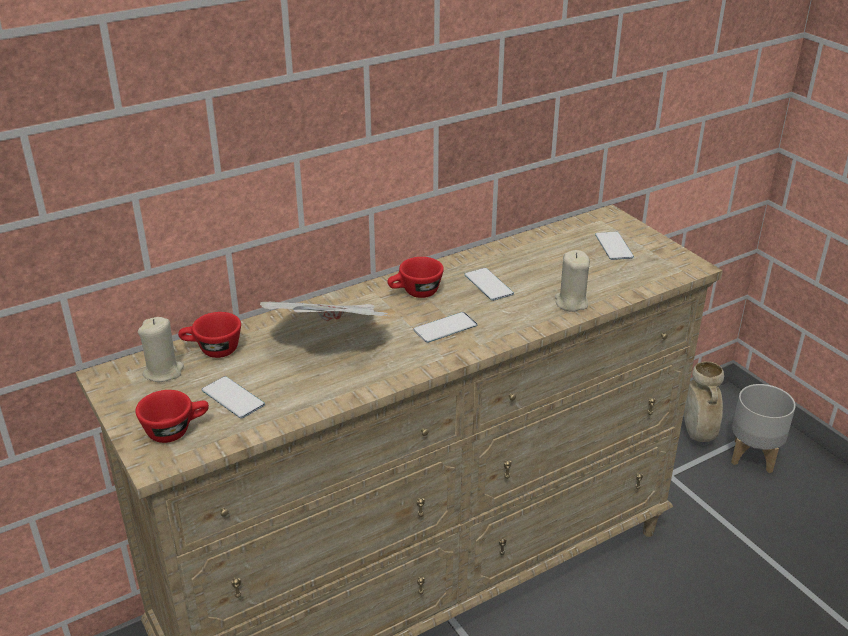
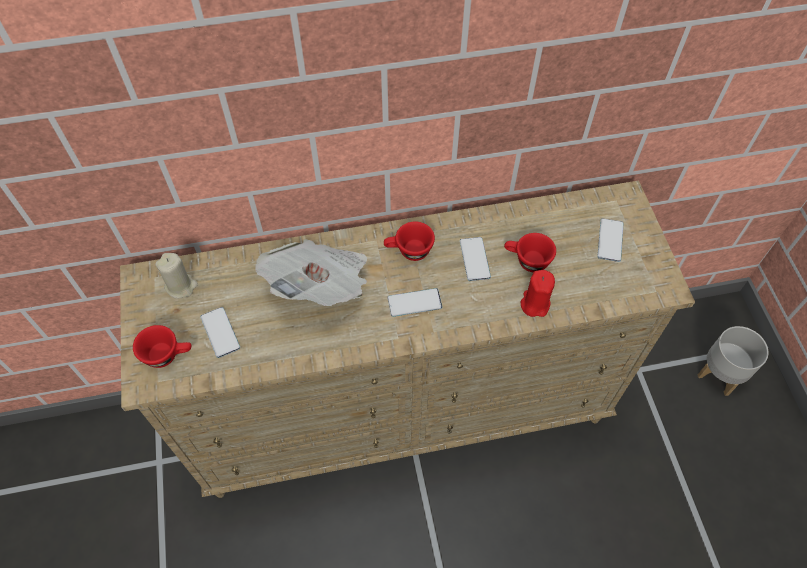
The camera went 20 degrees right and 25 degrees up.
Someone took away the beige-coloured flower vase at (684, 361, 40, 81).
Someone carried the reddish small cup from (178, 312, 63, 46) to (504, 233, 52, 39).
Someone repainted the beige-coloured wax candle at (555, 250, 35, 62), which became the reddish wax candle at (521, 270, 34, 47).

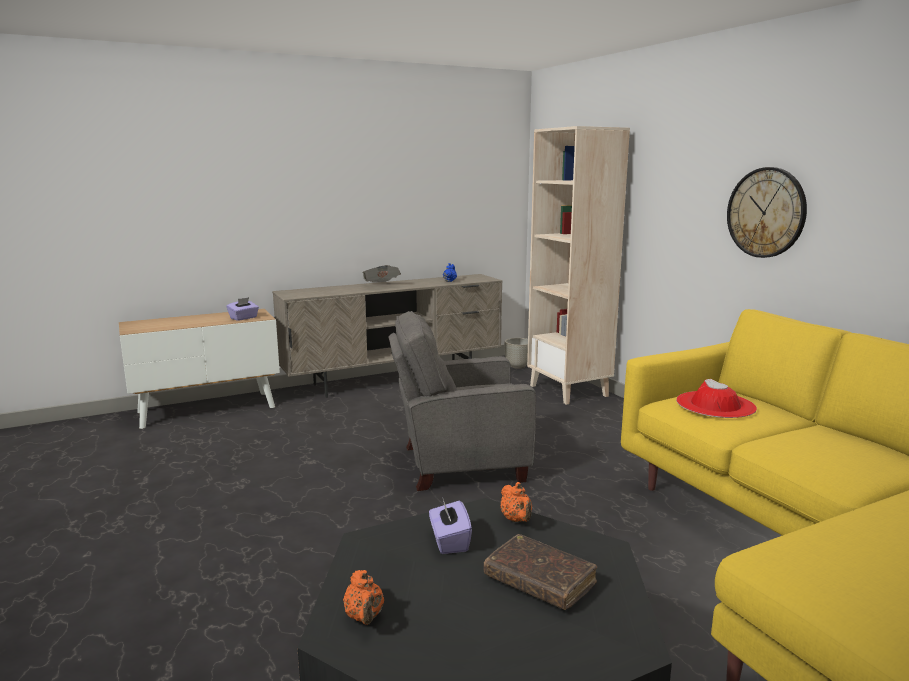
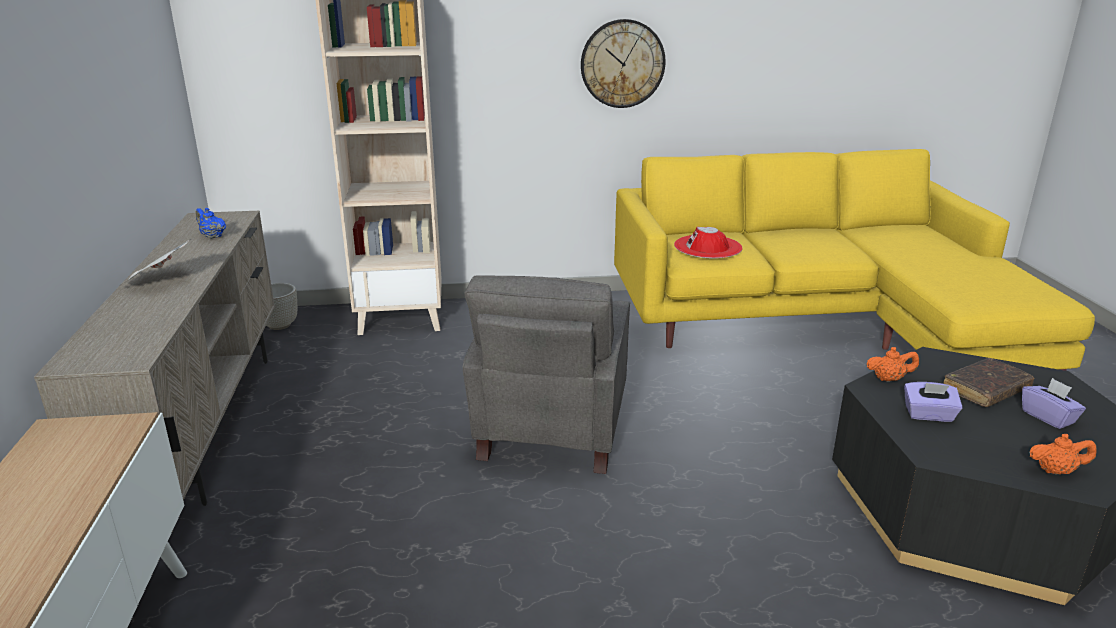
The camera went 70 degrees left and 10 degrees up.
Someone carried the purple-coloured tissue holder from (227, 297, 32, 24) to (1022, 378, 64, 51).

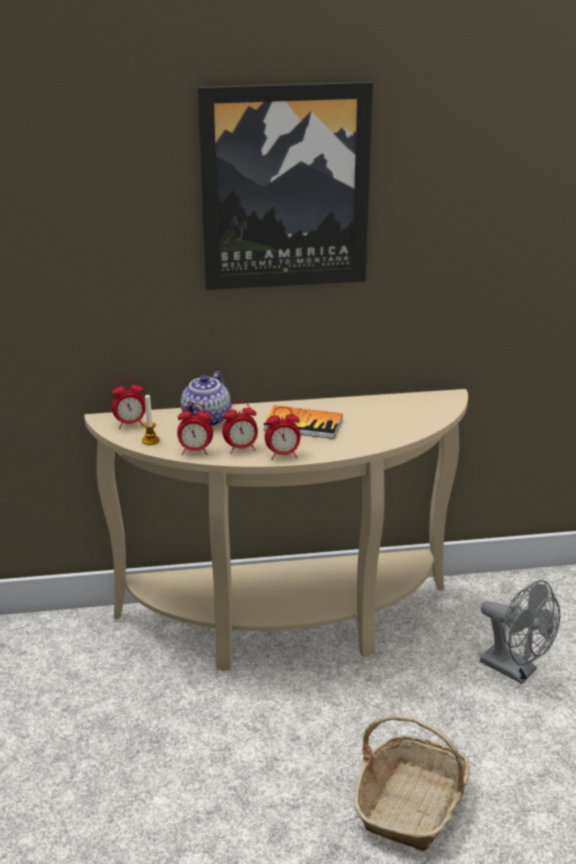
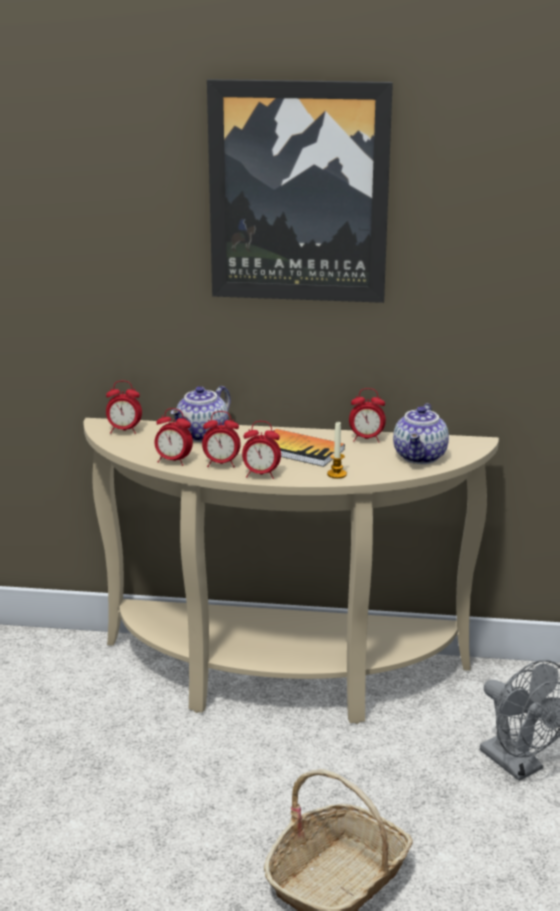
The camera went 15 degrees right and 5 degrees down.
Someone put down the alarm clock at (349, 388, 37, 55).
Someone put down the teapot at (393, 403, 56, 61).
Someone carried the wax candle from (142, 395, 18, 50) to (327, 422, 20, 57).

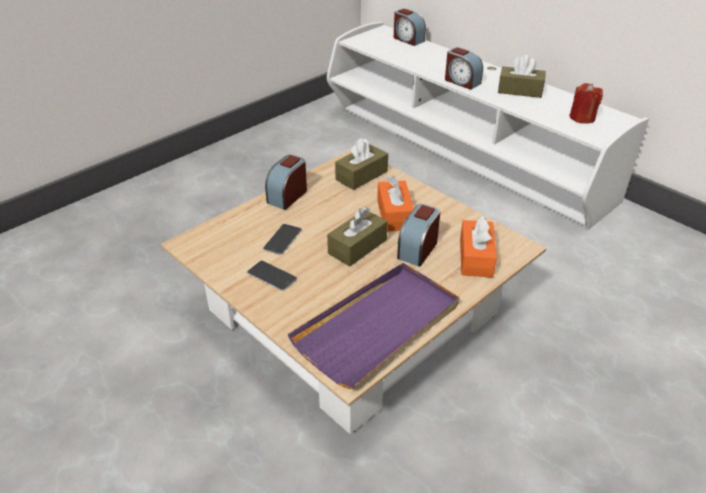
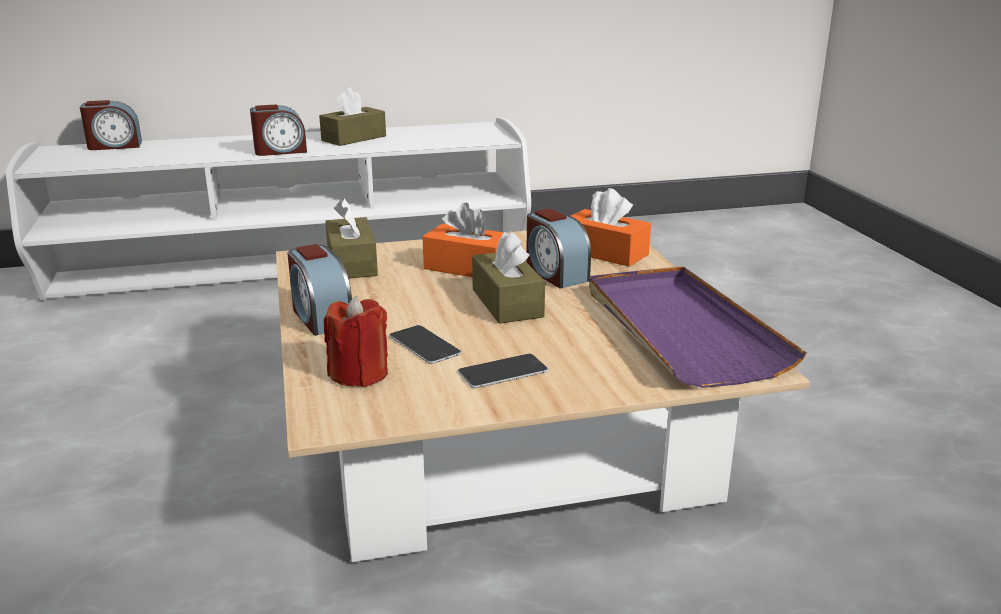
The camera went 60 degrees left and 15 degrees down.
Someone carried the reddish wax candle from (570, 83, 33, 41) to (324, 295, 64, 92).

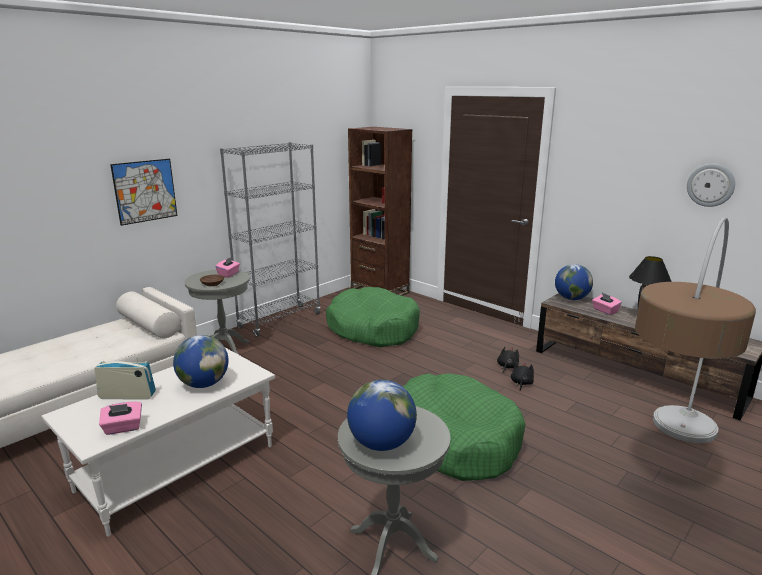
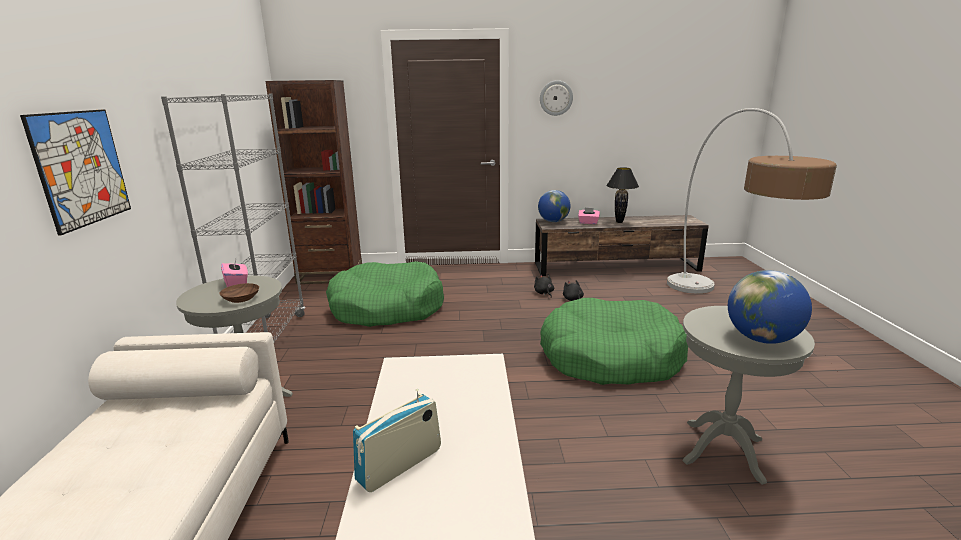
The camera went 45 degrees left and 0 degrees up.
Someone took away the pinkish tissue holder at (99, 402, 43, 33).
Someone took away the globe at (173, 335, 55, 53).
Someone carried the clock on the wall from (687, 164, 48, 43) to (540, 80, 33, 36).

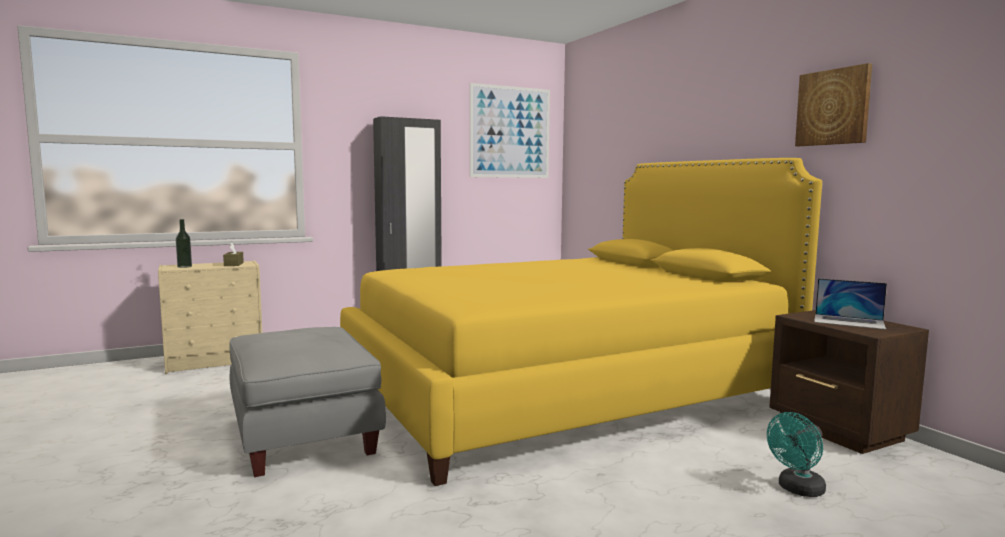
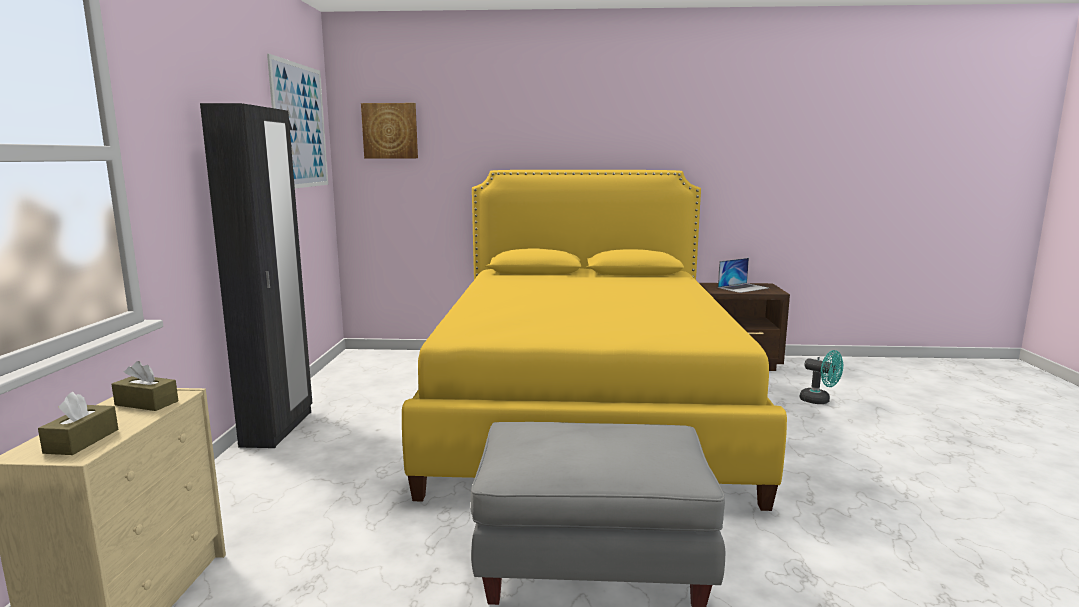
The camera went 60 degrees left and 5 degrees up.
Someone carried the wall art from (795, 63, 77, 83) to (361, 103, 57, 55).
Someone swapped the beverage bottle at (176, 219, 16, 49) for the brown tissue holder at (38, 392, 80, 63).
Someone rotated the turquoise cooling fan at (767, 412, 59, 85) by 45 degrees counterclockwise.

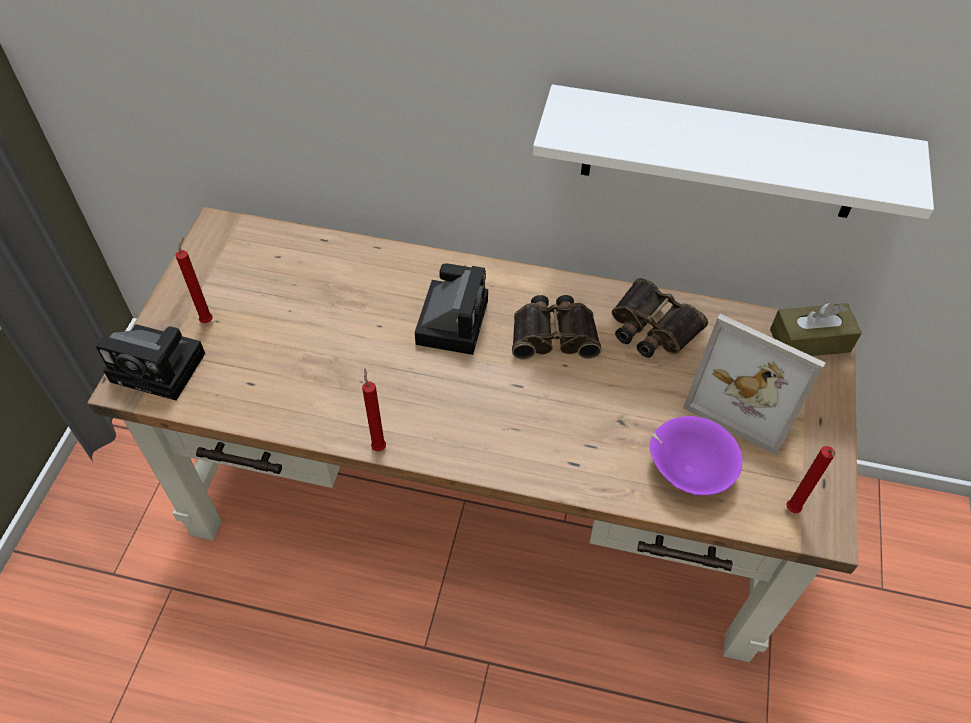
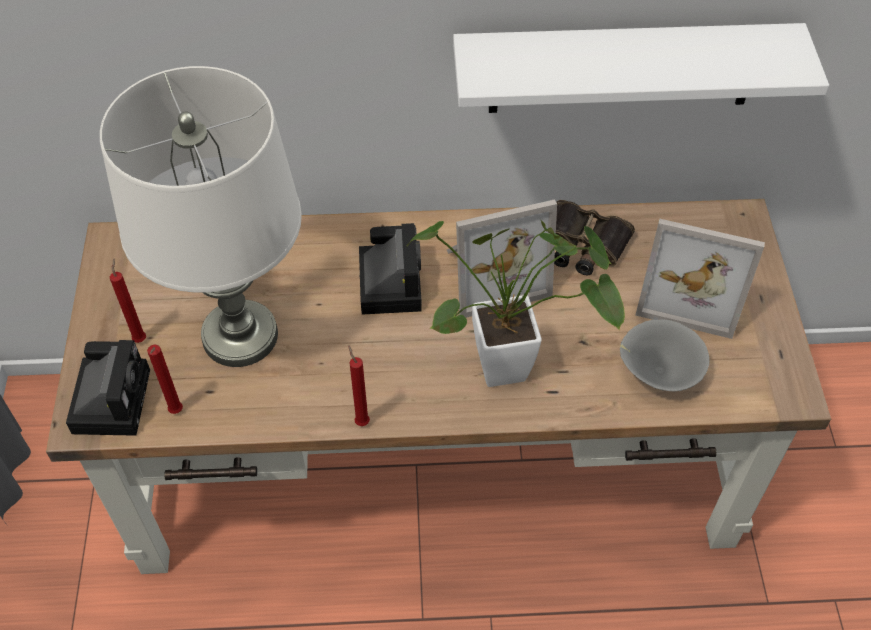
The camera went 15 degrees left and 0 degrees up.
Someone took away the brown tissue holder at (770, 303, 92, 53).
Someone put down the white lamp for a table at (100, 66, 202, 301).
Someone put down the potted plant at (407, 220, 218, 167).
Someone carried the reddish wax candle from (786, 446, 49, 67) to (147, 345, 36, 69).
Someone swapped the binoculars at (512, 295, 89, 64) for the picture frame at (447, 199, 110, 119).
Someone repainted the purple-coloured bowl at (650, 416, 92, 80), which became the greyish bowl at (620, 319, 89, 73).
Someone rotated the photo camera at (96, 324, 109, 76) by 90 degrees counterclockwise.

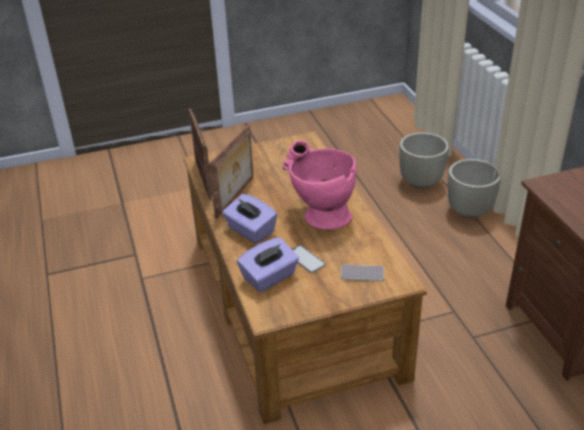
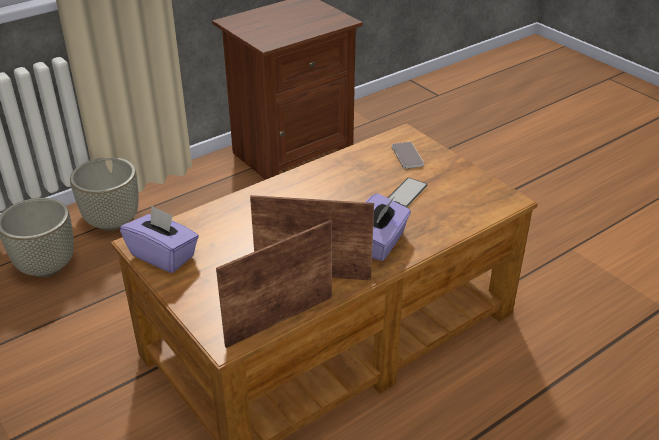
The camera went 110 degrees left and 0 degrees up.
Someone took away the pinkish flower vase at (283, 140, 74, 90).
Someone carried the purple-coloured tissue holder from (237, 237, 62, 55) to (120, 206, 79, 67).

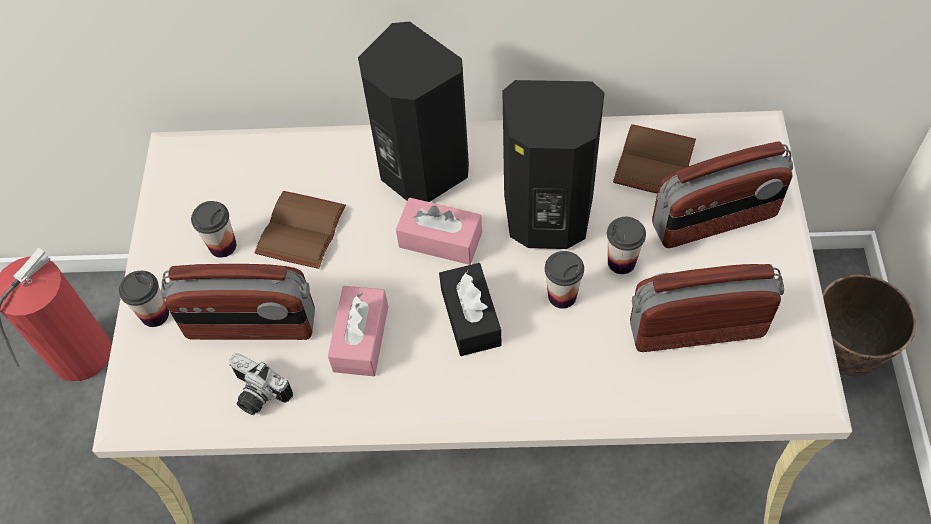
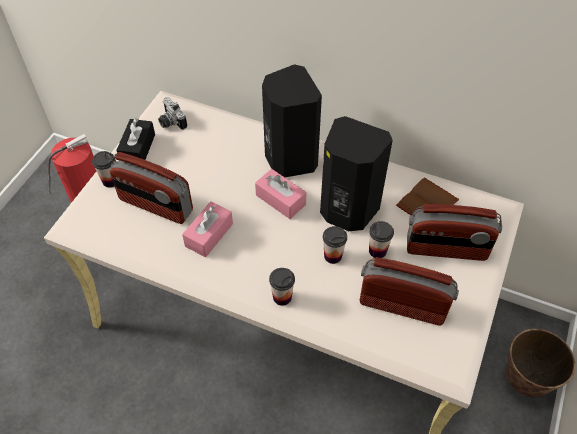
The camera went 20 degrees right and 5 degrees down.
Someone took away the brown volume at (254, 191, 92, 78).
Someone carried the small cup from (191, 201, 45, 57) to (269, 268, 26, 38).
Someone carried the photo camera from (229, 353, 64, 62) to (158, 97, 29, 33).
Someone carried the black-coloured tissue holder from (439, 263, 63, 93) to (116, 118, 39, 42).

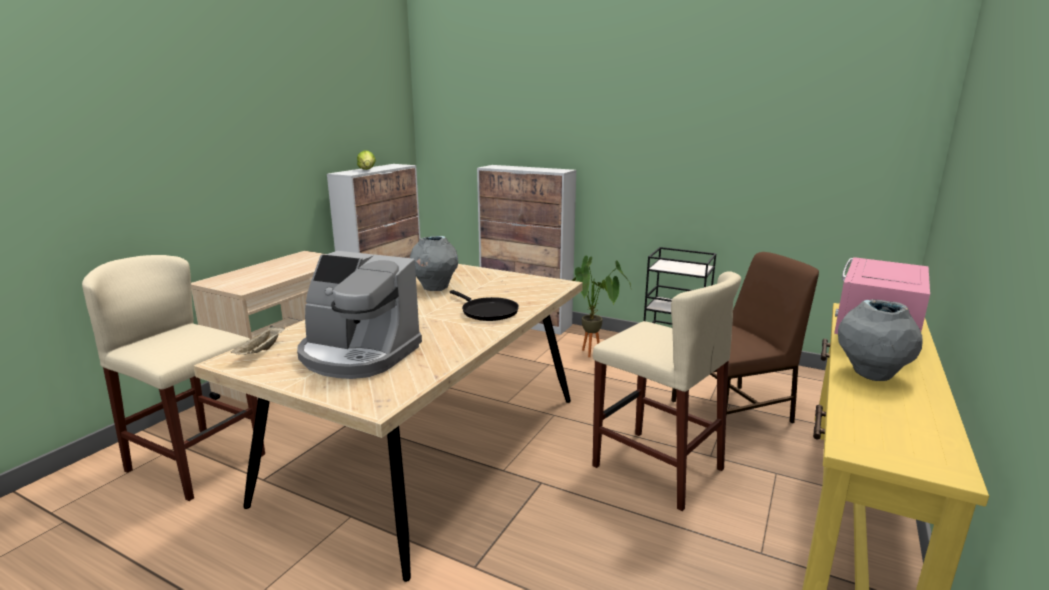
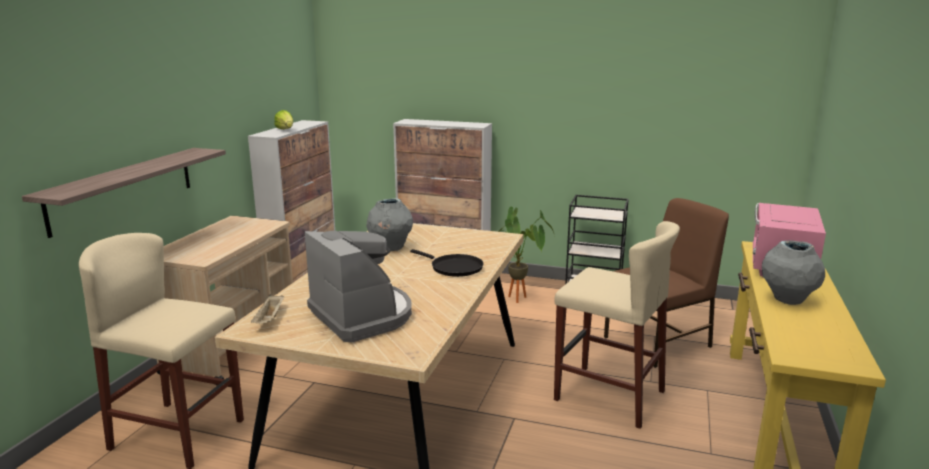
The camera went 10 degrees left and 0 degrees up.
Someone put up the bracket shelf at (22, 148, 204, 90).
Someone rotated the coffee brewer at (297, 251, 125, 128) by 135 degrees counterclockwise.

